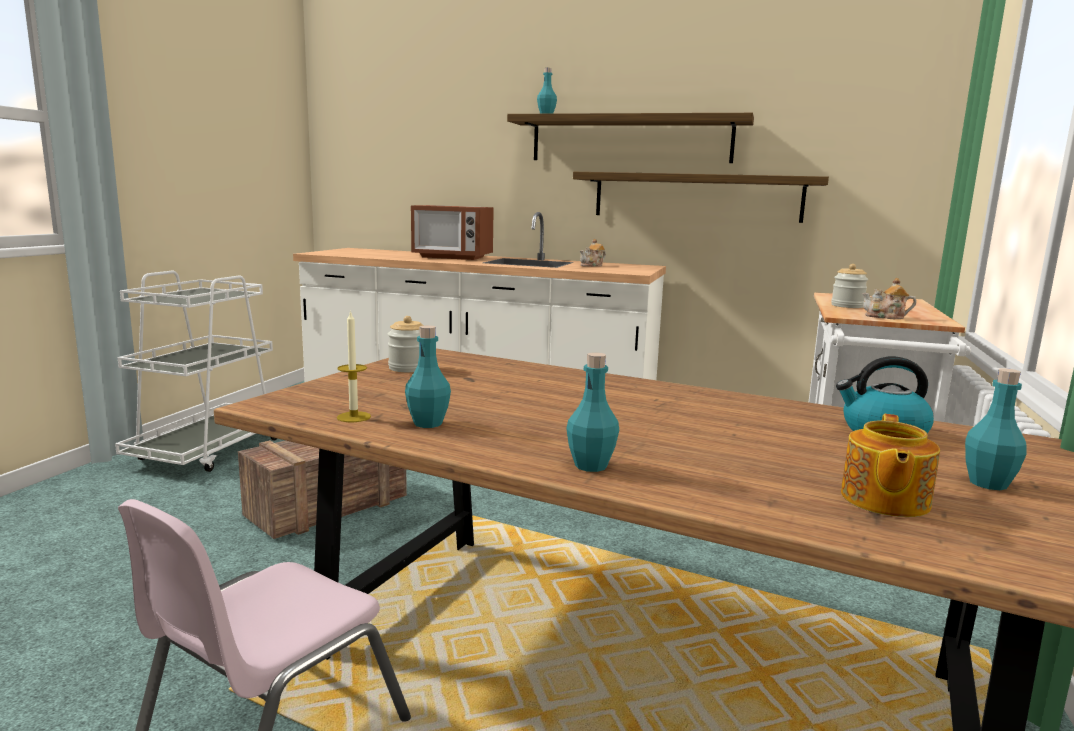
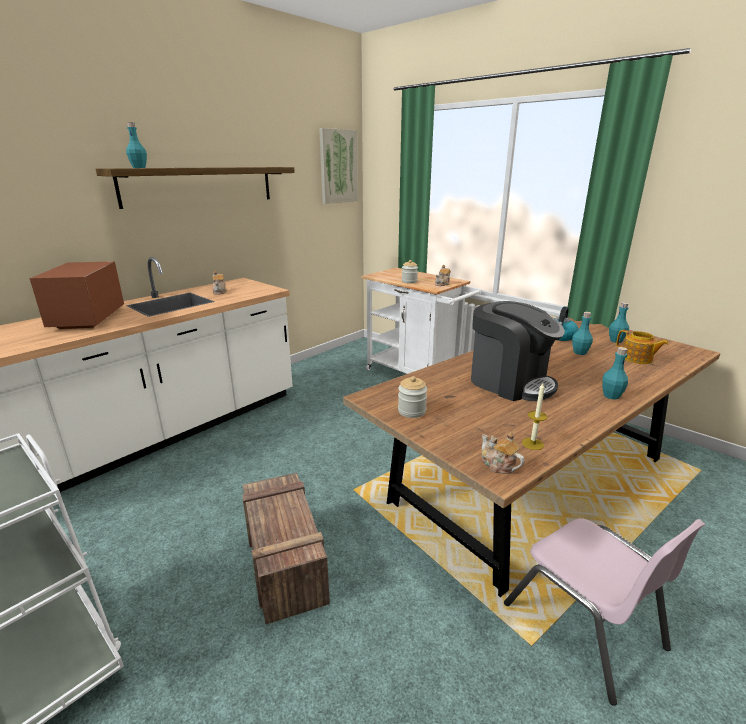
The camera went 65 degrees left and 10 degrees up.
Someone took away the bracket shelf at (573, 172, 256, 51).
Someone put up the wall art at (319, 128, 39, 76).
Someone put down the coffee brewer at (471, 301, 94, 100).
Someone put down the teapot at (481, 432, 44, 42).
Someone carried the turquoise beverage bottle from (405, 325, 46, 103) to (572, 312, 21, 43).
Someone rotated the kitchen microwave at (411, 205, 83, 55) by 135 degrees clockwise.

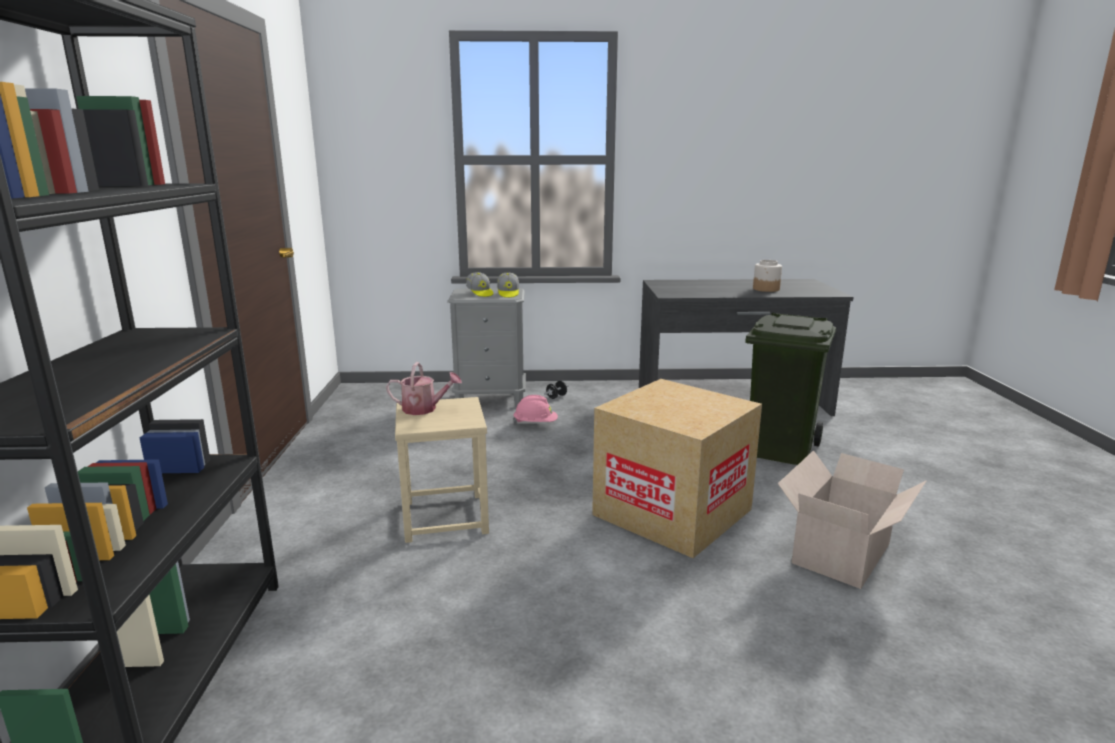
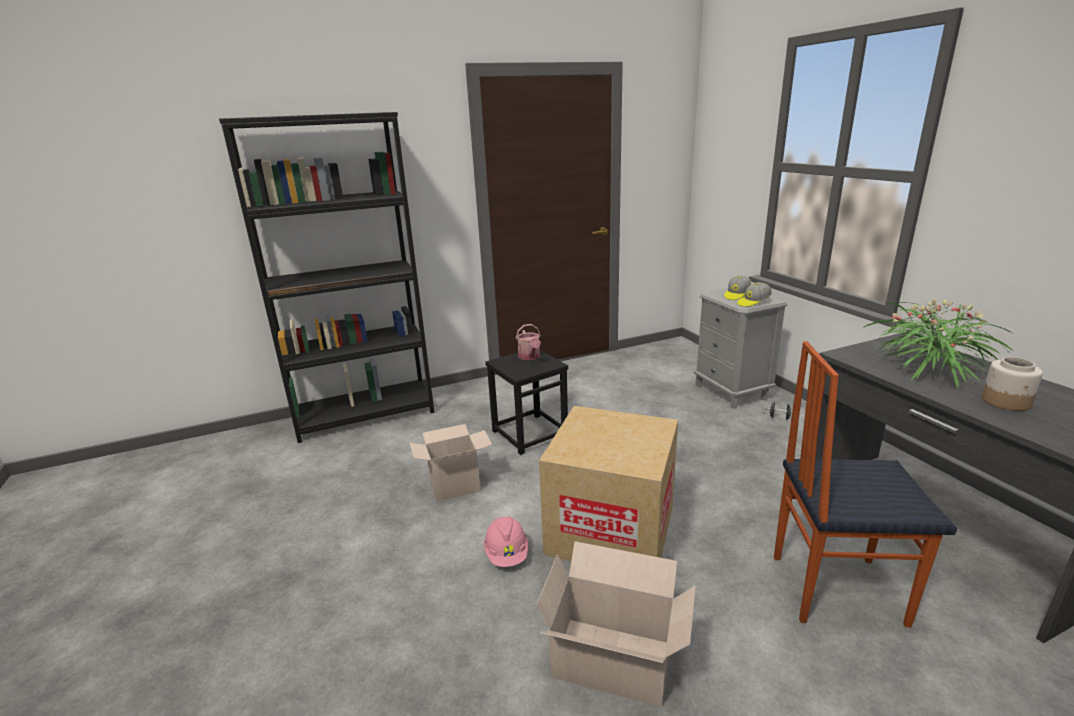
The camera went 70 degrees right and 5 degrees up.
Someone put down the cardboard box at (409, 424, 83, 78).
Someone put down the potted plant at (862, 299, 150, 89).
Someone carried the pinkish safety helmet from (513, 395, 45, 28) to (484, 516, 44, 51).
Someone swapped the green waste bin at (745, 313, 91, 152) for the chair at (774, 341, 183, 286).
Someone repainted the beige-coloured stool at (395, 397, 94, 146), which became the black-coloured stool at (485, 350, 83, 105).

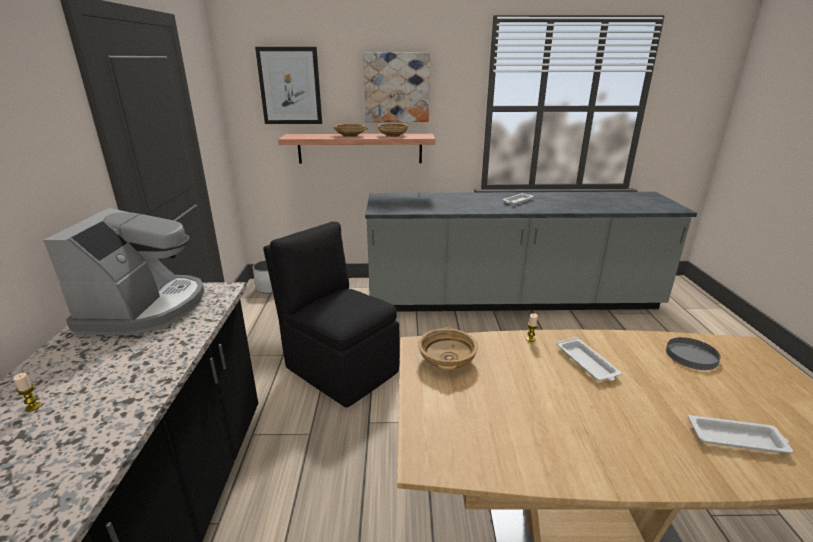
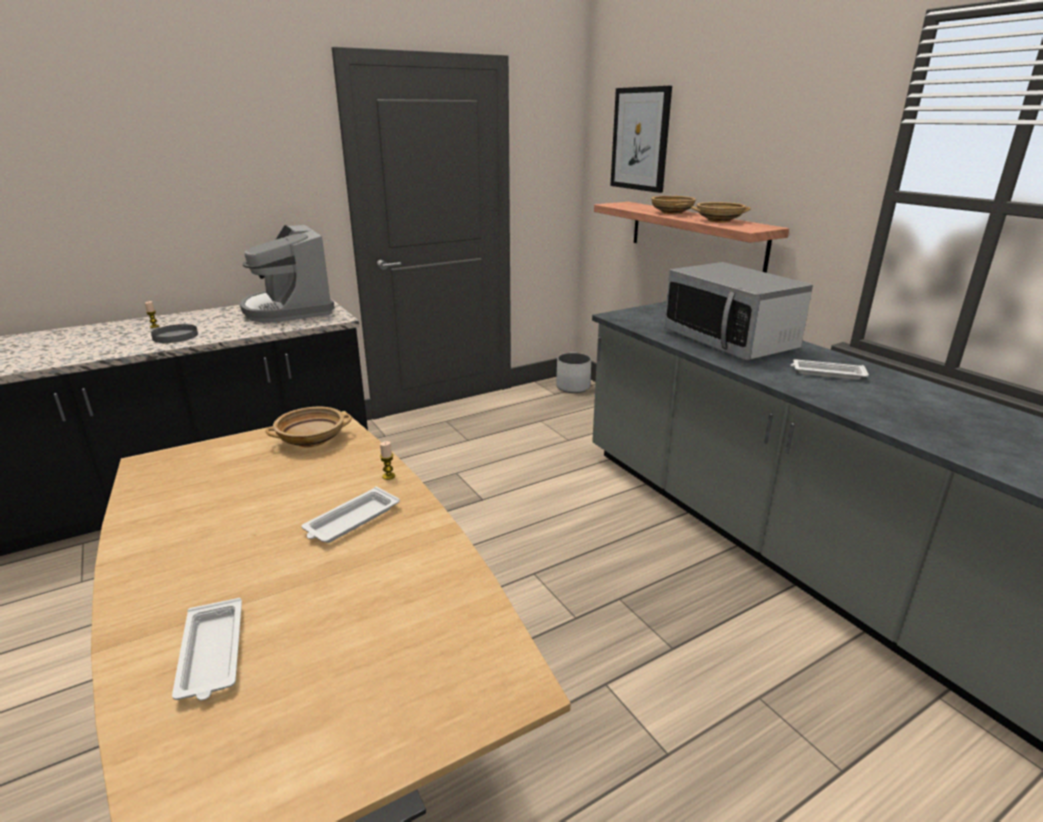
The camera went 60 degrees right and 0 degrees up.
Someone took away the black-coloured chair at (263, 221, 137, 187).
Someone took away the wall art at (363, 52, 67, 70).
Someone put down the kitchen microwave at (664, 262, 149, 98).
Someone carried the greyish plate from (666, 337, 55, 33) to (151, 324, 47, 19).
Someone rotated the coffee brewer at (43, 208, 161, 127) by 90 degrees clockwise.

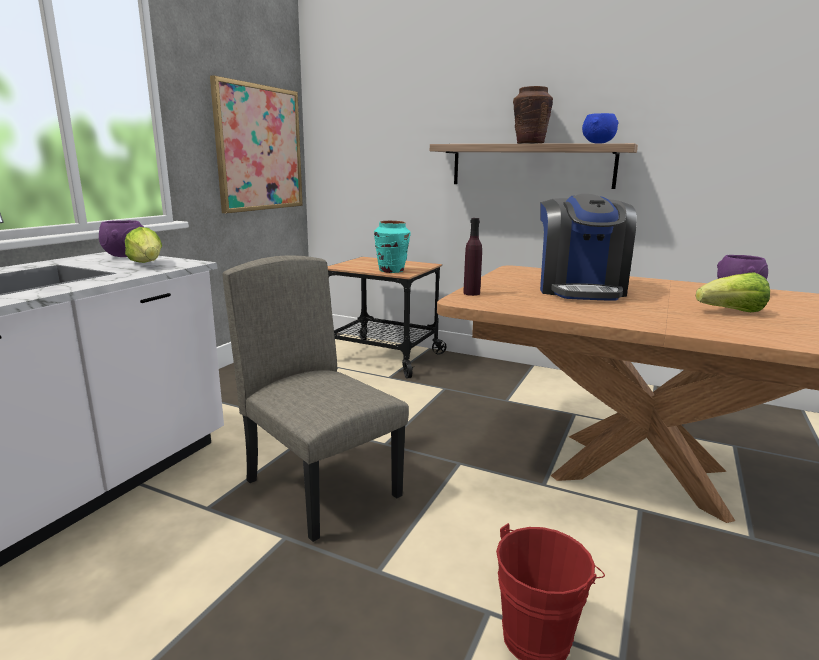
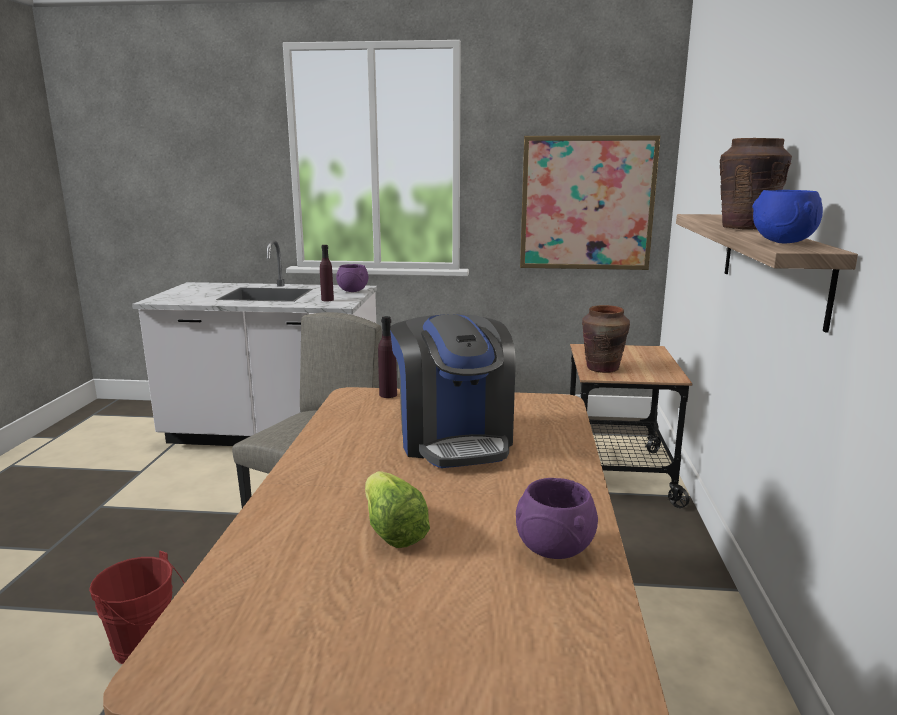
The camera went 70 degrees right and 0 degrees up.
Someone swapped the lettuce at (125, 227, 37, 36) for the purple-coloured beverage bottle at (320, 245, 14, 57).
Someone repainted the turquoise flower vase at (374, 221, 37, 52), which became the brown flower vase at (582, 305, 48, 68).
Someone rotated the coffee brewer at (540, 194, 97, 107) by 90 degrees counterclockwise.

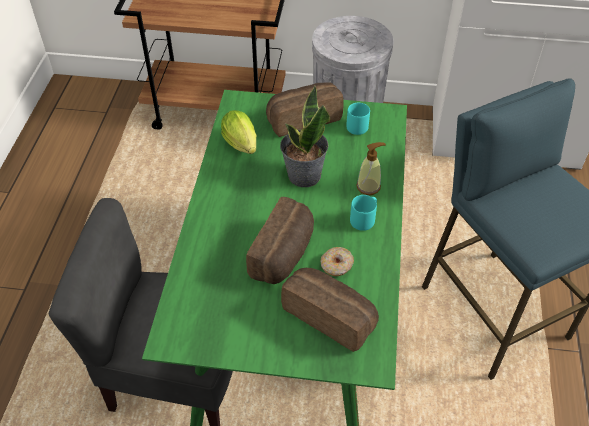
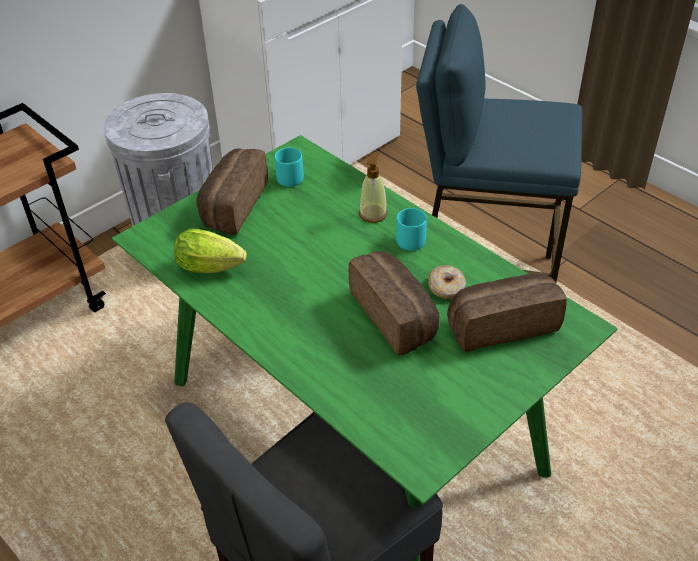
The camera went 50 degrees left and 5 degrees down.
Someone took away the potted plant at (280, 86, 50, 101).

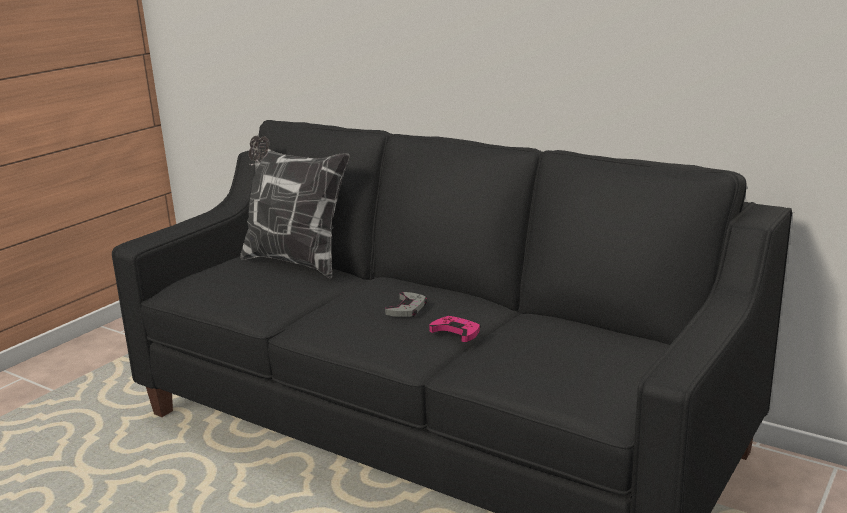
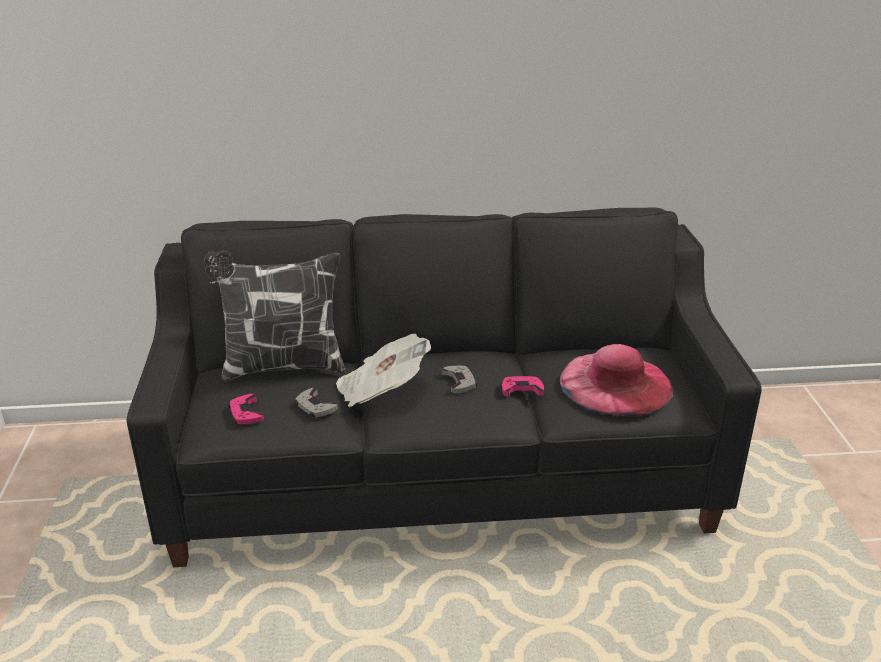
The camera went 40 degrees left and 10 degrees up.
Someone put down the pinkish joypad at (228, 394, 36, 30).
Someone put down the greyish joypad at (294, 388, 44, 30).
Someone put down the daily paper at (336, 334, 95, 73).
Someone put down the pinkish hat at (560, 344, 113, 72).

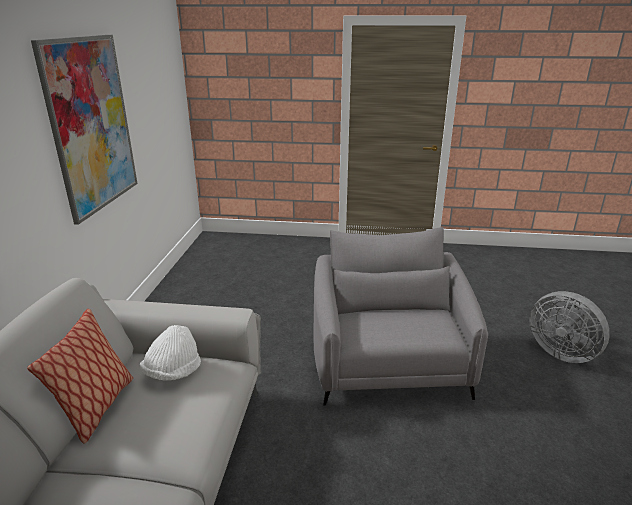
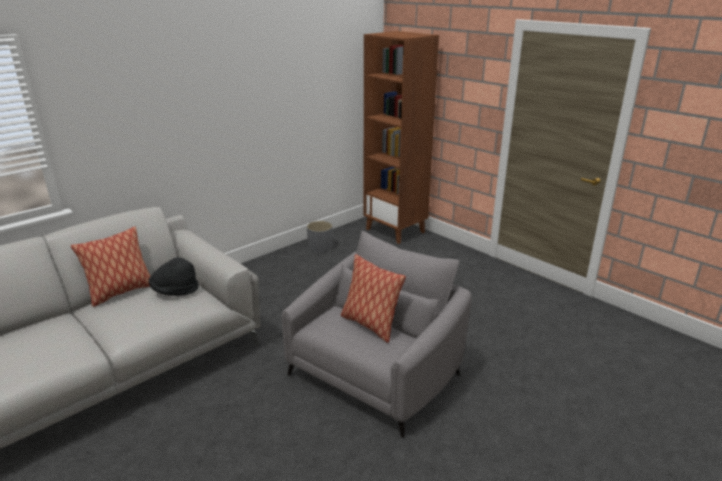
The camera went 40 degrees right and 0 degrees up.
Someone took away the wall art at (31, 35, 107, 190).
Someone took away the greyish cooling fan at (530, 291, 80, 72).
Someone put down the greyish plant pot at (307, 221, 25, 31).
Someone put down the cushion at (341, 254, 65, 89).
Someone put down the brown shelving unit at (363, 31, 76, 213).
Someone repainted the white hat at (140, 325, 61, 56), which became the black-coloured hat at (149, 257, 50, 39).

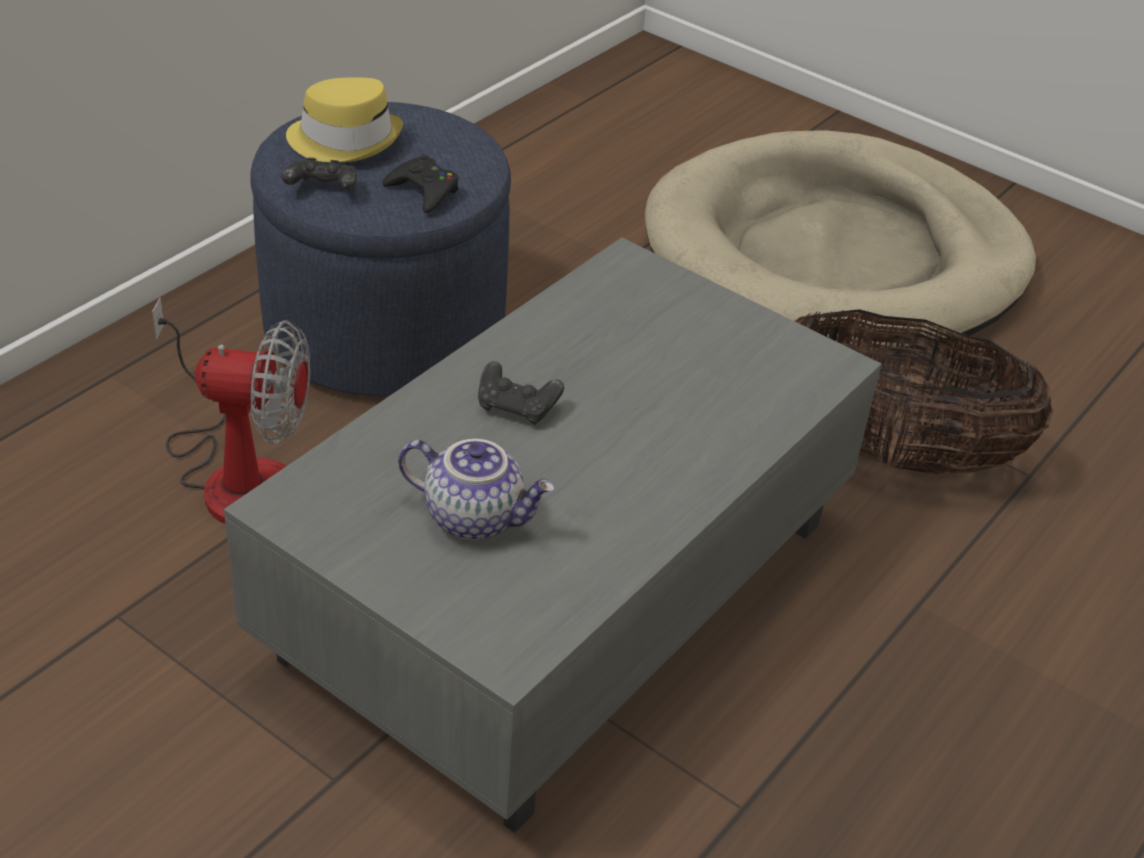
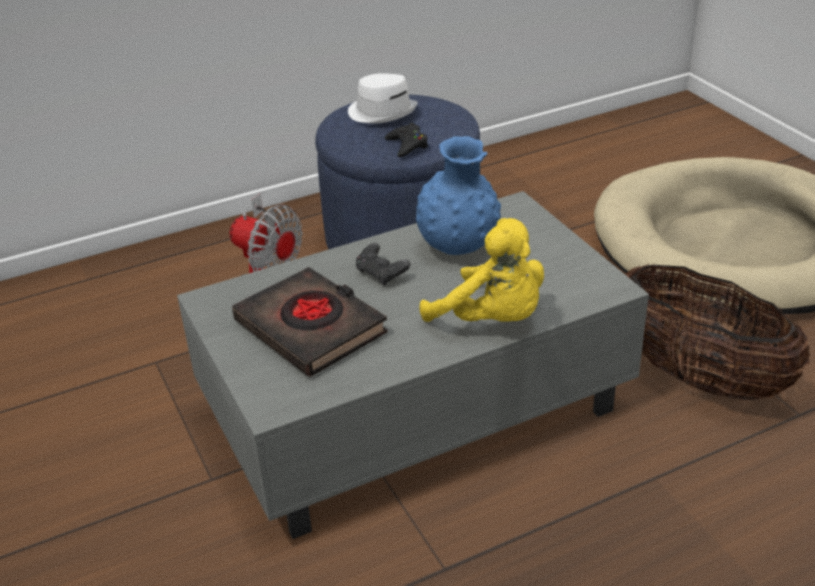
The camera went 30 degrees right and 5 degrees down.
Someone took away the black-coloured joypad at (282, 158, 75, 33).
Someone put down the blue-coloured flower vase at (416, 136, 85, 119).
Someone put down the yellowish soft toy at (419, 218, 125, 104).
Someone swapped the teapot at (398, 439, 157, 101) for the black-coloured volume at (232, 267, 156, 110).
Someone repainted the yellowish hat at (286, 77, 117, 85), which became the white hat at (348, 73, 70, 51).

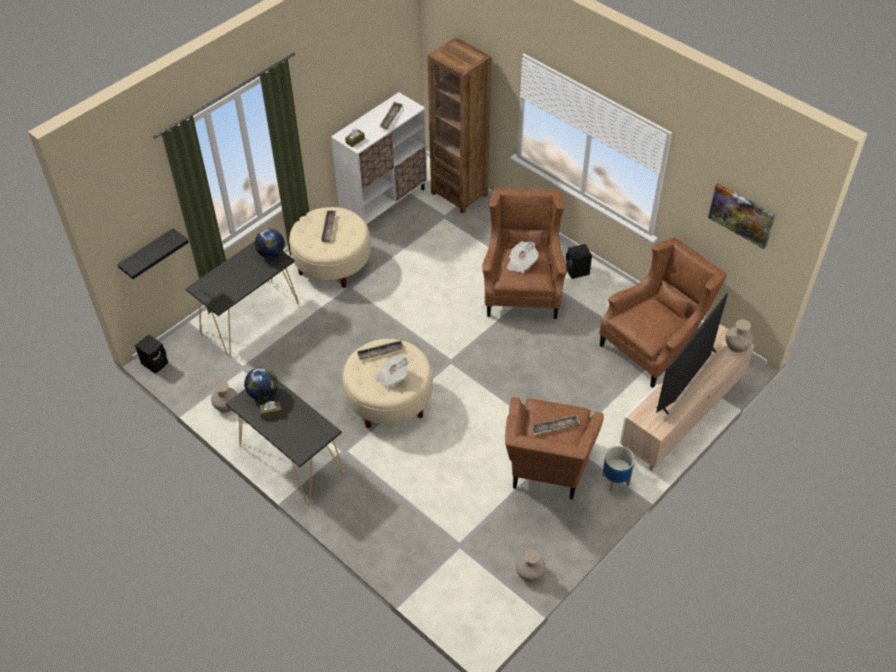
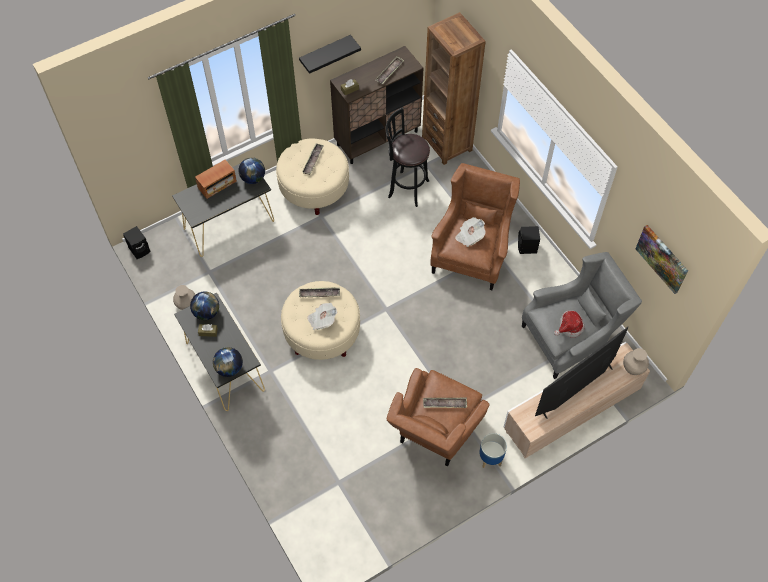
The camera went 15 degrees right and 10 degrees up.
Someone took away the beige-coloured flower vase at (516, 549, 30, 33).
Someone put down the radio at (195, 160, 42, 39).
Someone put down the globe at (213, 347, 30, 30).
Someone put down the black-coloured stool at (385, 107, 45, 100).
Someone put down the hat at (554, 310, 31, 28).
Someone carried the black-coloured bracket shelf from (117, 228, 72, 51) to (299, 35, 62, 39).
Someone repainted the white cabinet at (331, 92, 96, 132), which became the brown cabinet at (330, 46, 94, 118).
Someone repainted the brown armchair at (599, 238, 128, 150), which became the greyish armchair at (522, 252, 120, 127).

